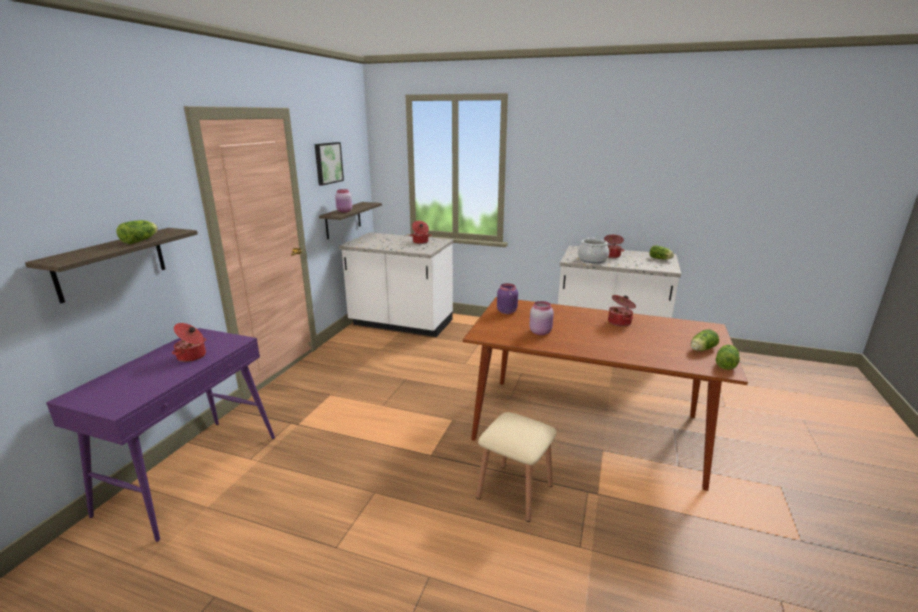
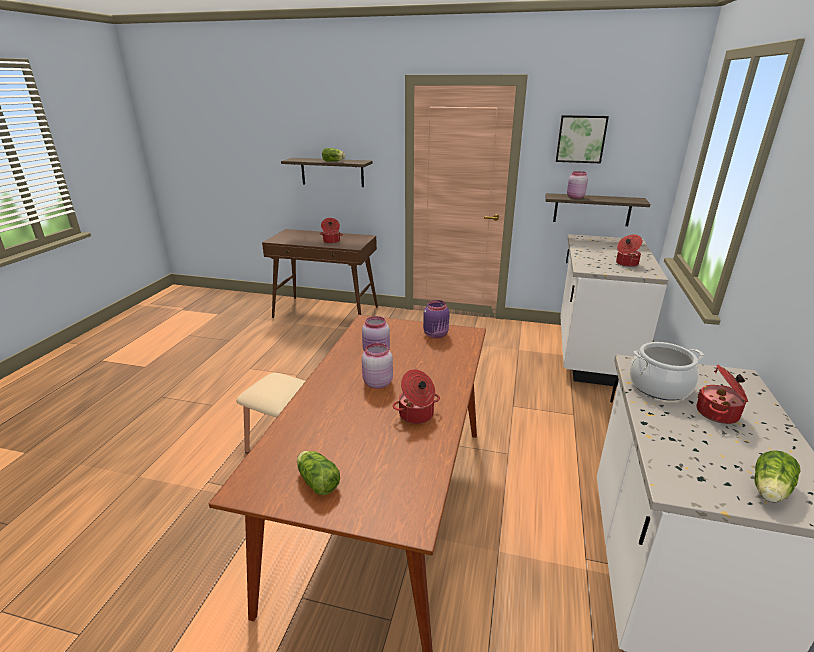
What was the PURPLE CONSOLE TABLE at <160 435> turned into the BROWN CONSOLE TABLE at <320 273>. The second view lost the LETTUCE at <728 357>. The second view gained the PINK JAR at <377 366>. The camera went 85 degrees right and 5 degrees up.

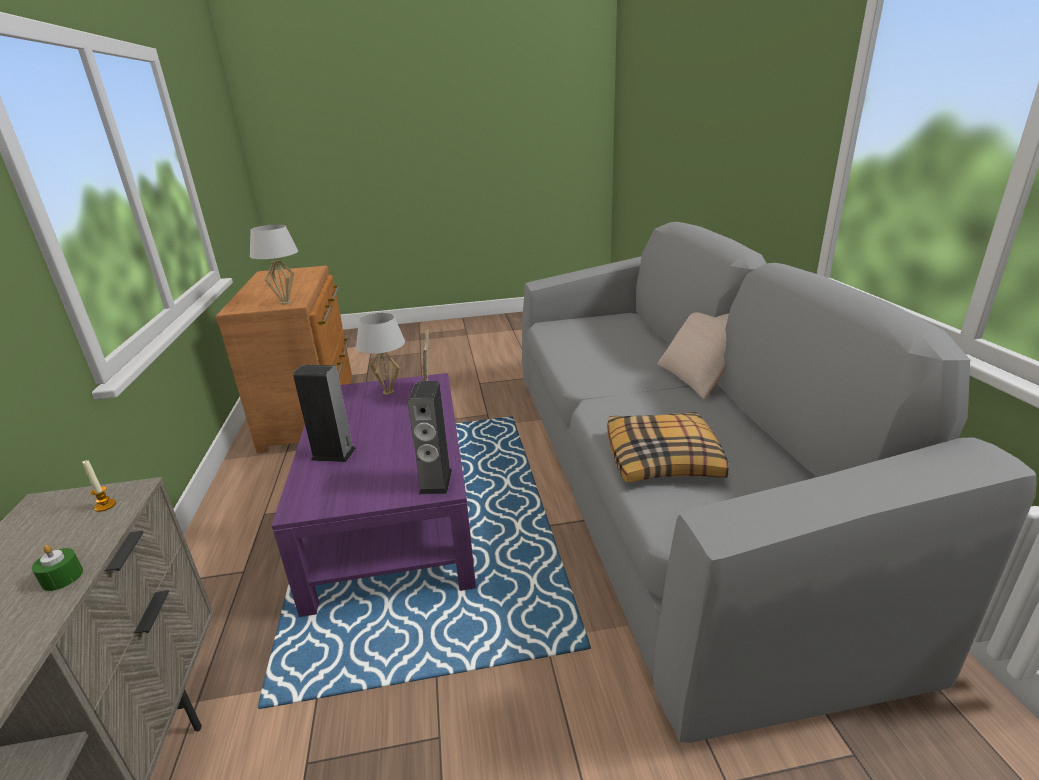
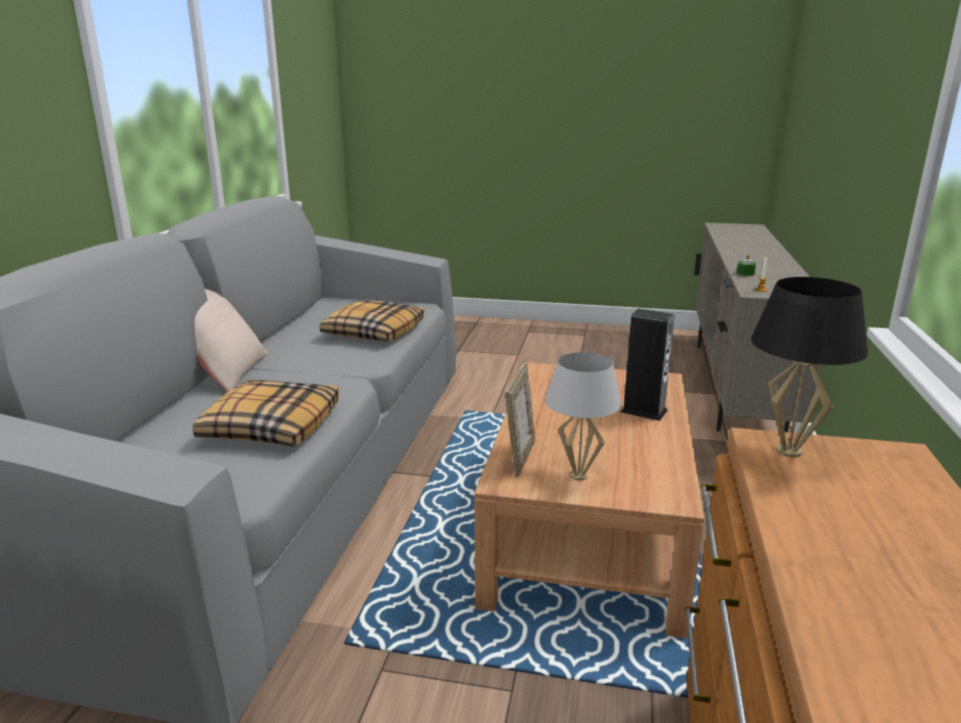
What was the WHITE TABLE LAMP at <274 264> turned into the BLACK TABLE LAMP at <809 367>. What was the PURPLE COFFEE TABLE at <374 495> turned into the BROWN COFFEE TABLE at <589 500>. The second view lost the SPEAKER at <430 438>. The second view gained the PILLOW at <266 412>. The camera went 160 degrees left and 5 degrees down.

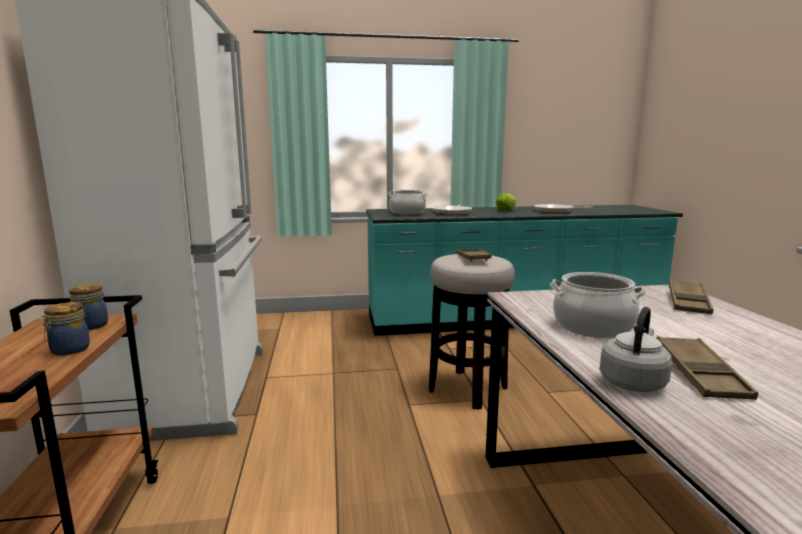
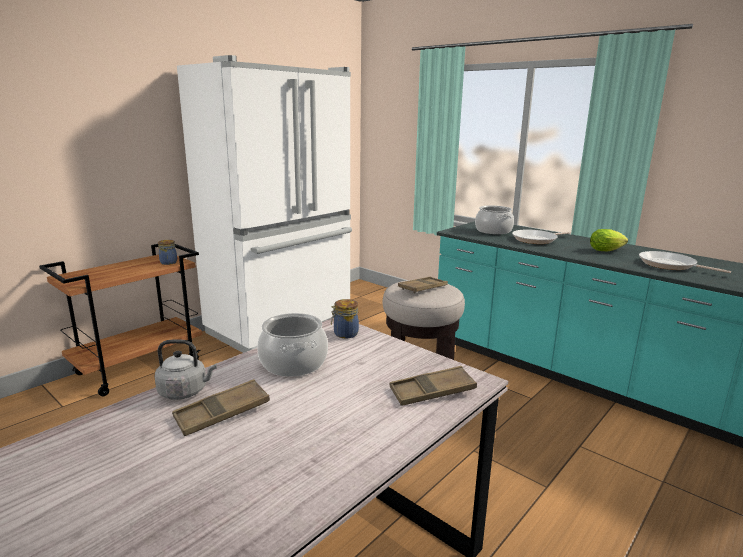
The JAR ended up elsewhere, having gone from <65 329> to <345 319>. The camera went 50 degrees right and 5 degrees up.

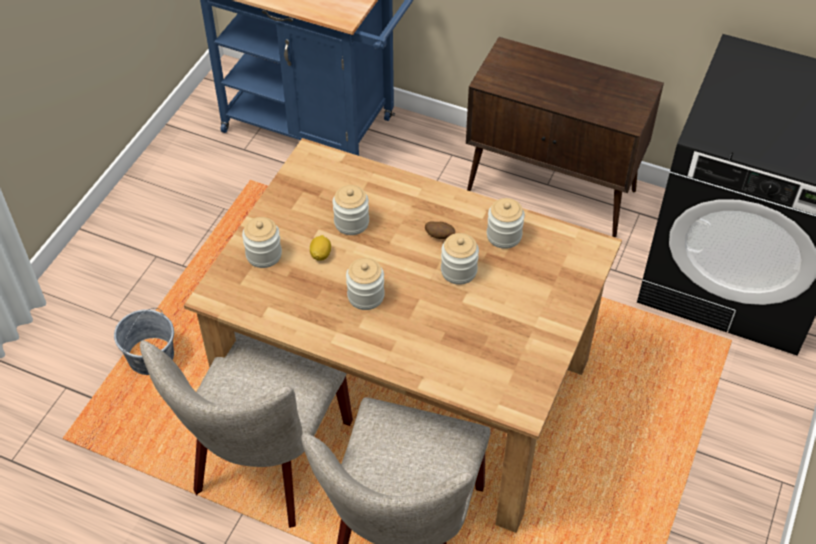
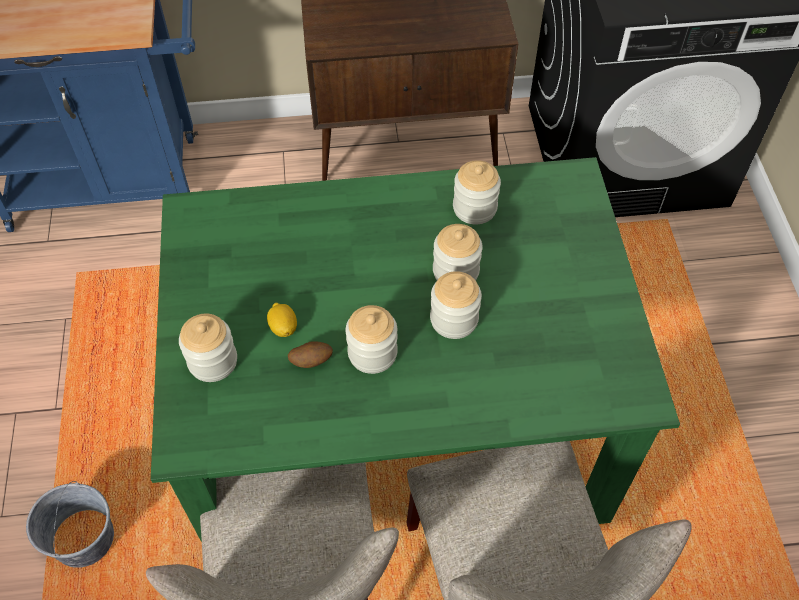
What was the BROWN DINING TABLE at <403 335> turned into the GREEN DINING TABLE at <415 349>. The JAR ended up elsewhere, having gone from <350 210> to <456 305>. The POTATO ended up elsewhere, having gone from <440 230> to <310 354>. The camera went 30 degrees left and 5 degrees up.

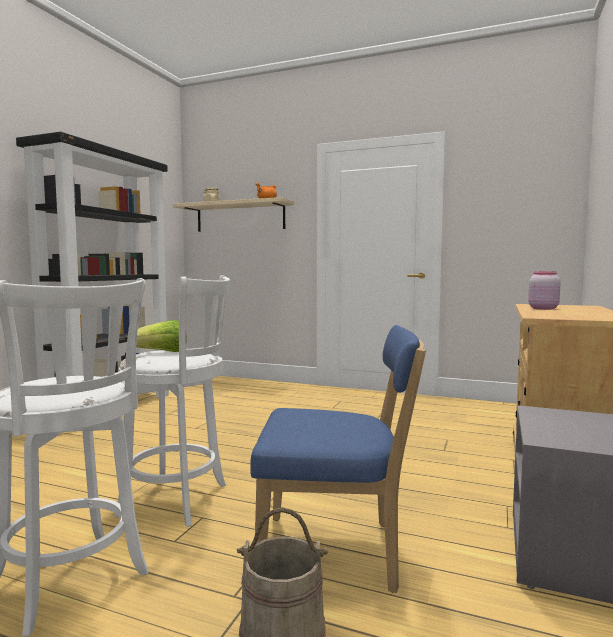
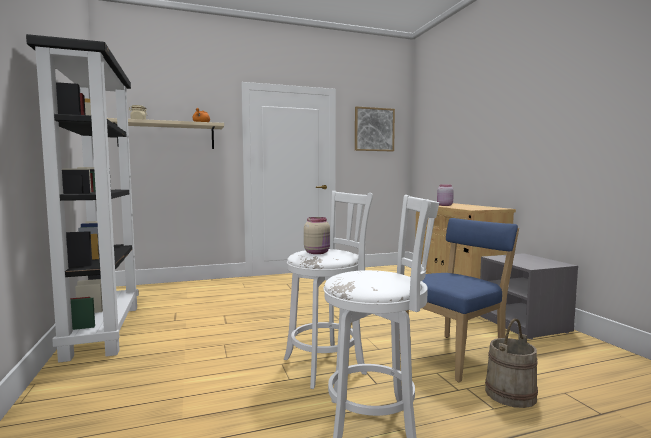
Where the LETTUCE stood at <161 336>, the BEIGE JAR came to stand at <317 235>. The second view gained the PICTURE at <375 129>. The camera went 40 degrees left and 0 degrees up.

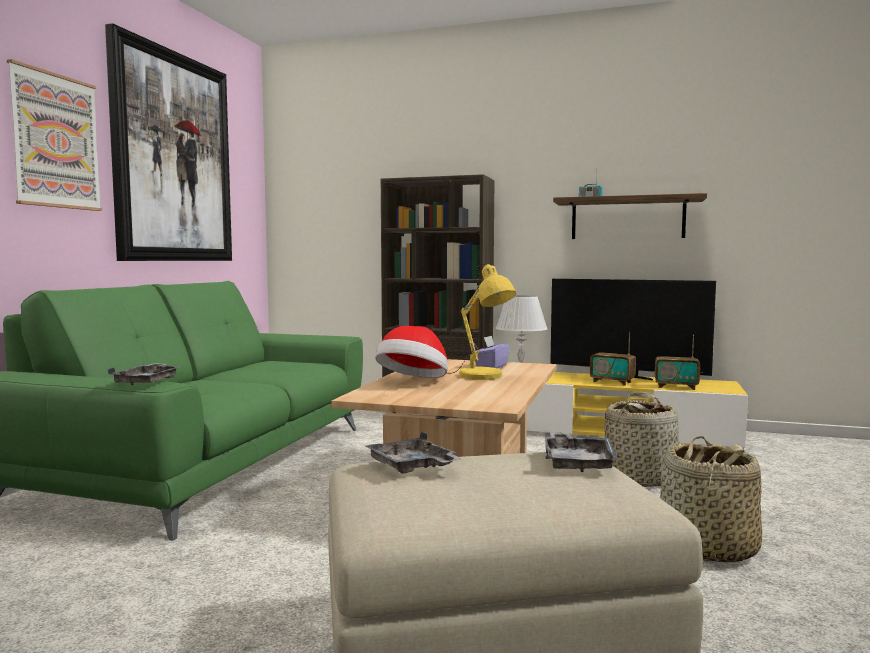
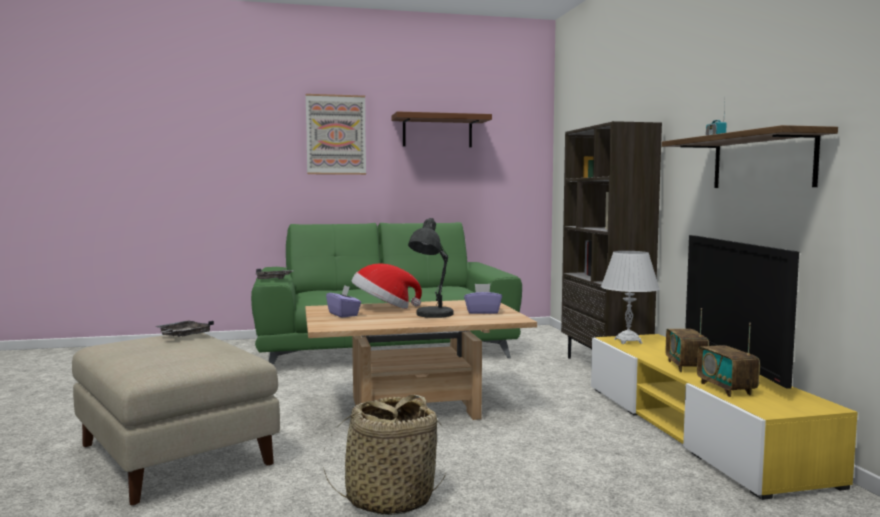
Where the PICTURE hung at <168 142>, the BROWN SHELF came to hang at <442 129>. What was the YELLOW TABLE LAMP at <482 322> turned into the GREY TABLE LAMP at <431 268>. The second view lost the GREY TRAY at <581 452>. The second view lost the BASKET at <642 439>. The second view gained the PURPLE TISSUE BOX at <343 301>. The camera went 60 degrees right and 0 degrees up.

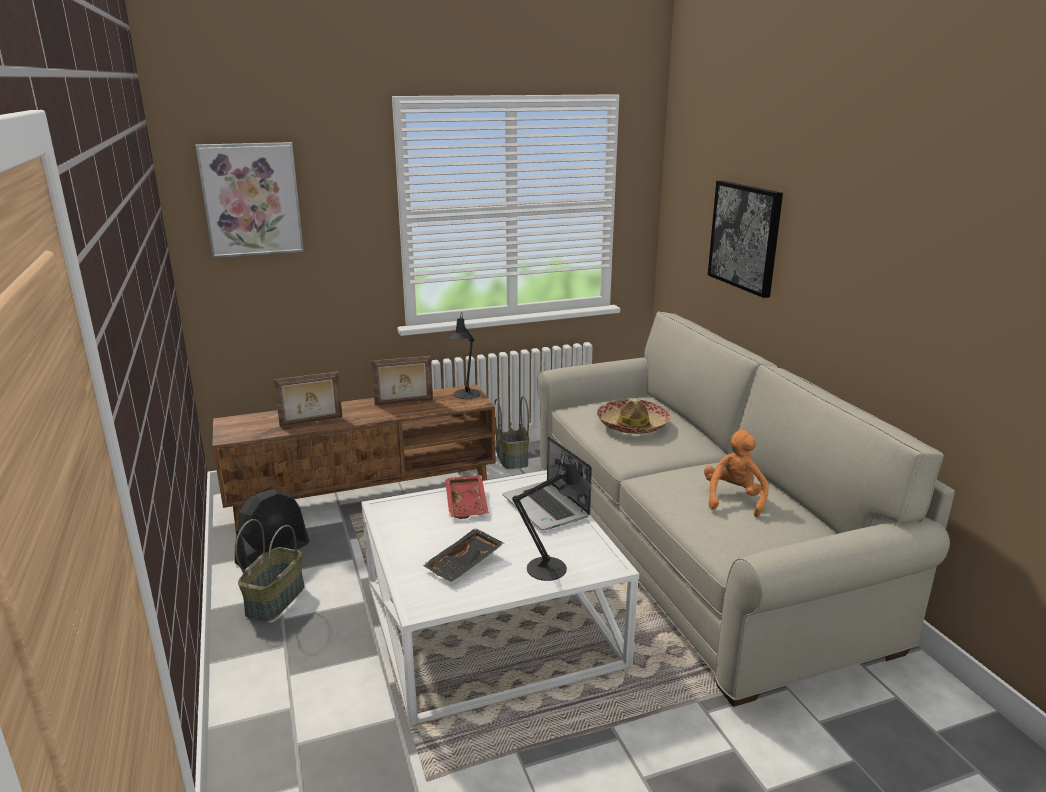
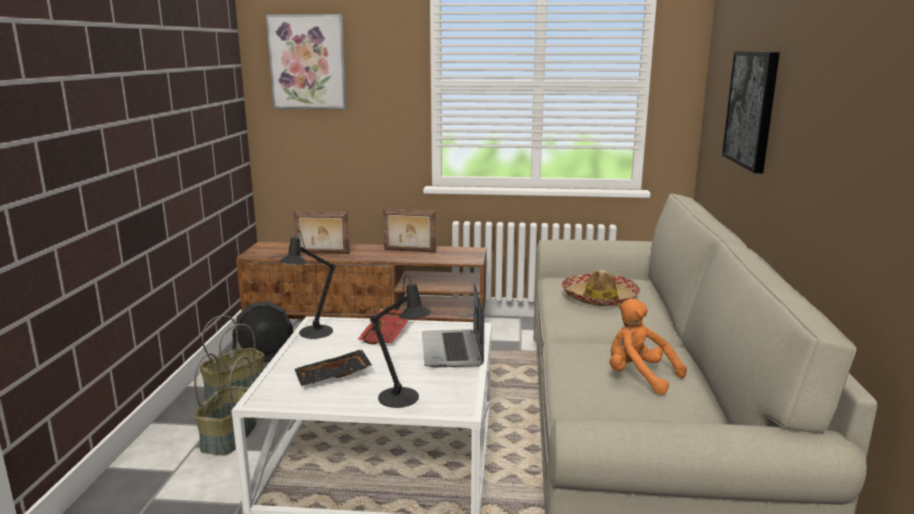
The BLACK TABLE LAMP ended up elsewhere, having gone from <465 355> to <308 284>. The BASKET ended up elsewhere, having gone from <511 432> to <225 404>. The ORANGE PLUSH TOY at <736 473> ended up facing another way, 90 degrees counterclockwise from before. The camera went 25 degrees right and 5 degrees down.

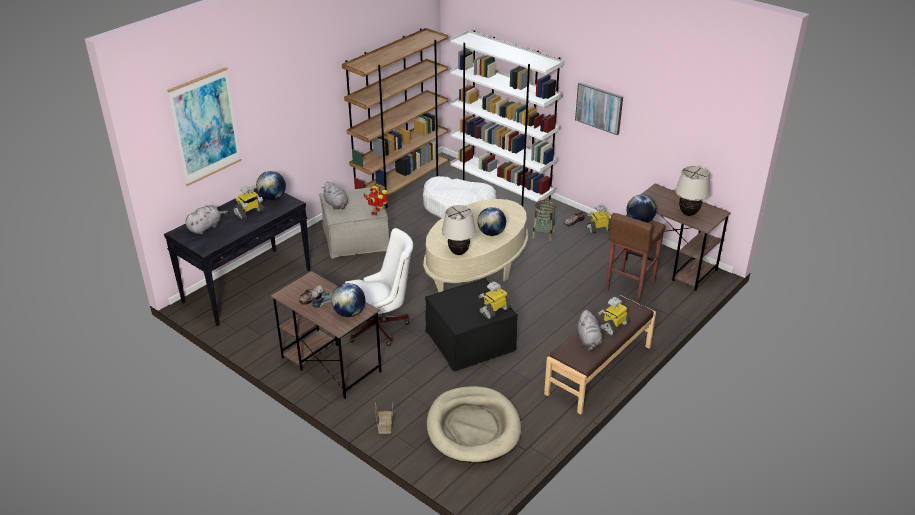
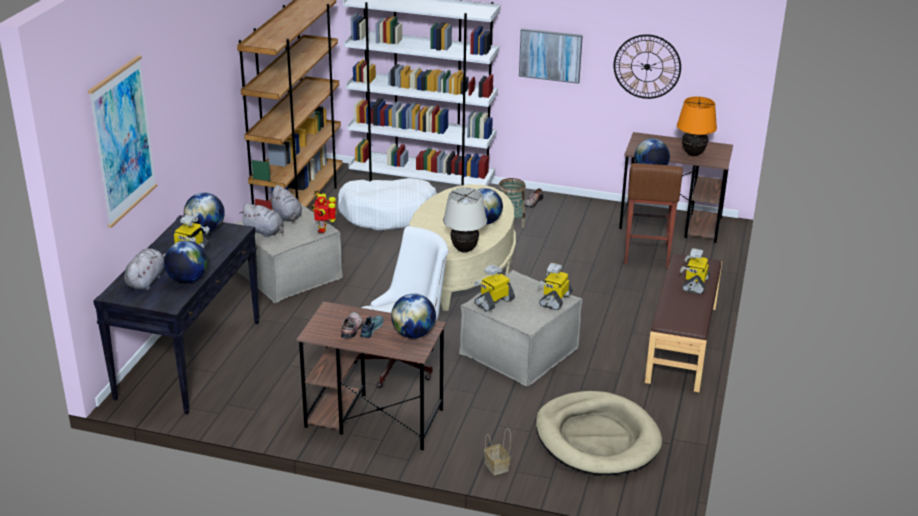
What was the BLACK OTTOMAN at <471 324> turned into the BEIGE OTTOMAN at <521 328>. The GREY PLUSH TOY ended up elsewhere, having gone from <590 330> to <285 203>. The TOY ROBOT ended up elsewhere, having gone from <598 219> to <494 287>. What was the BEIGE TABLE LAMP at <692 191> turned into the ORANGE TABLE LAMP at <697 126>. The second view gained the GLOBE at <186 261>. The second view gained the WALL CLOCK at <647 66>. The camera went 25 degrees left and 5 degrees down.

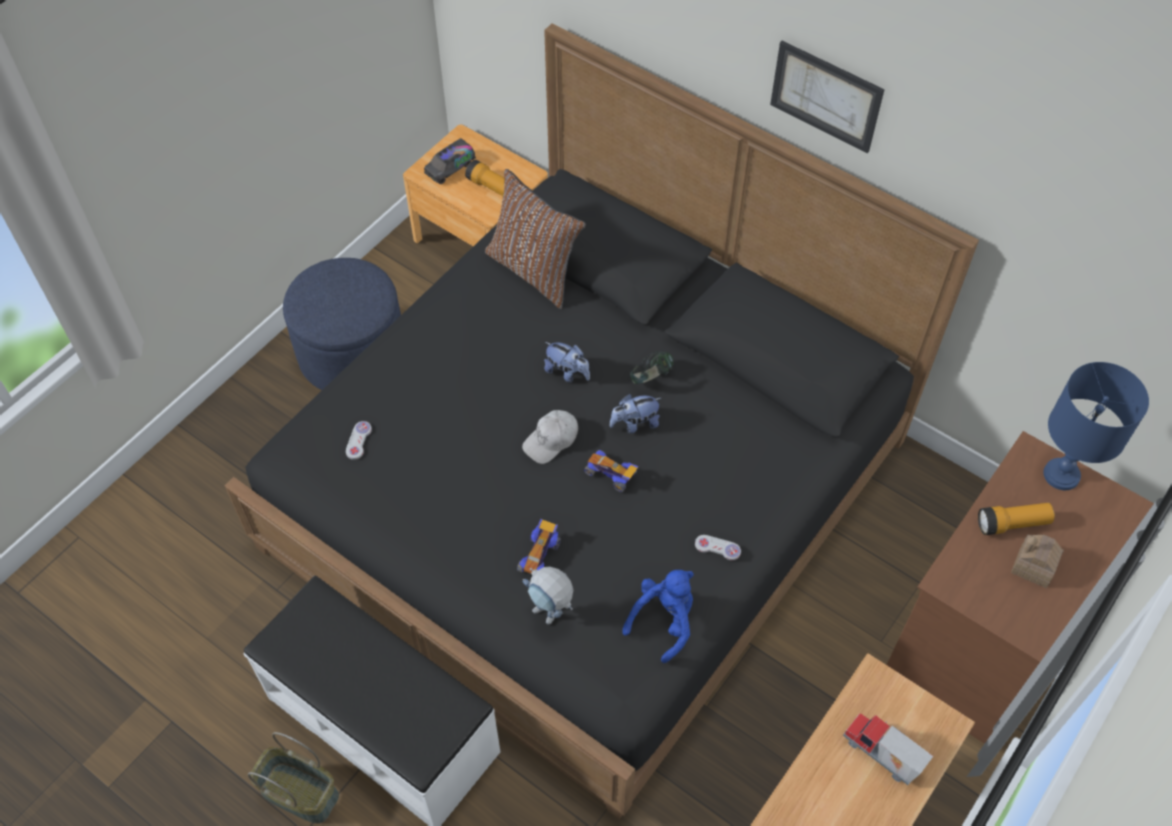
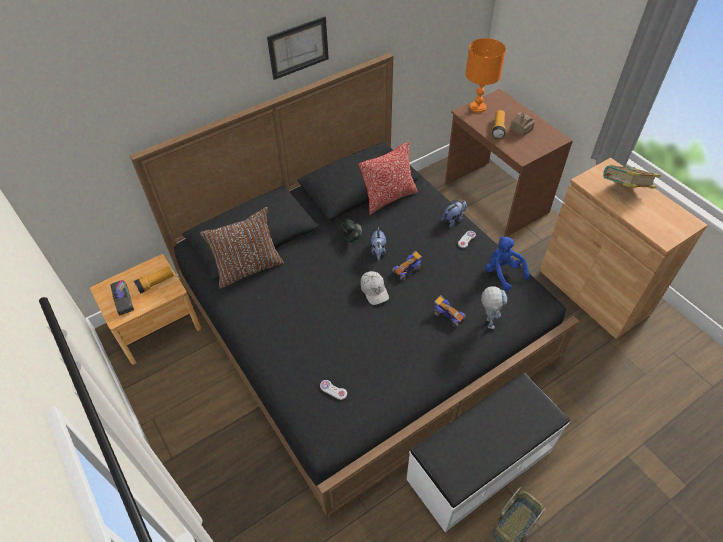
The second view lost the BLUE OTTOMAN at <342 324>. The TOY ROBOT at <548 595> ended up facing another way, 60 degrees counterclockwise from before. The PLUSH TOY ended up elsewhere, having gone from <567 362> to <454 214>. Where the TOY TRUCK stood at <888 749>, the BOOK came to stand at <632 177>. What was the BLUE TABLE LAMP at <1096 426> turned into the ORANGE TABLE LAMP at <485 75>. The second view gained the PILLOW at <388 178>. The camera went 70 degrees left and 5 degrees down.

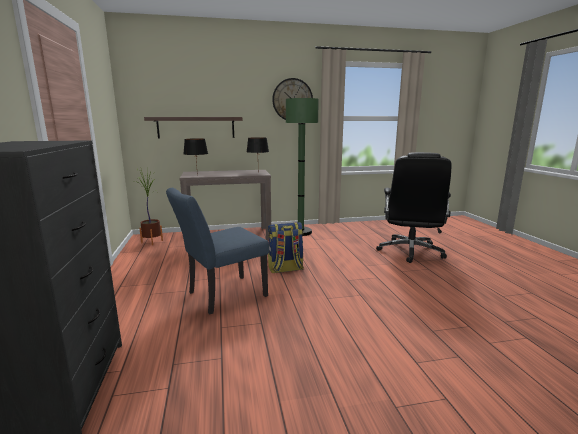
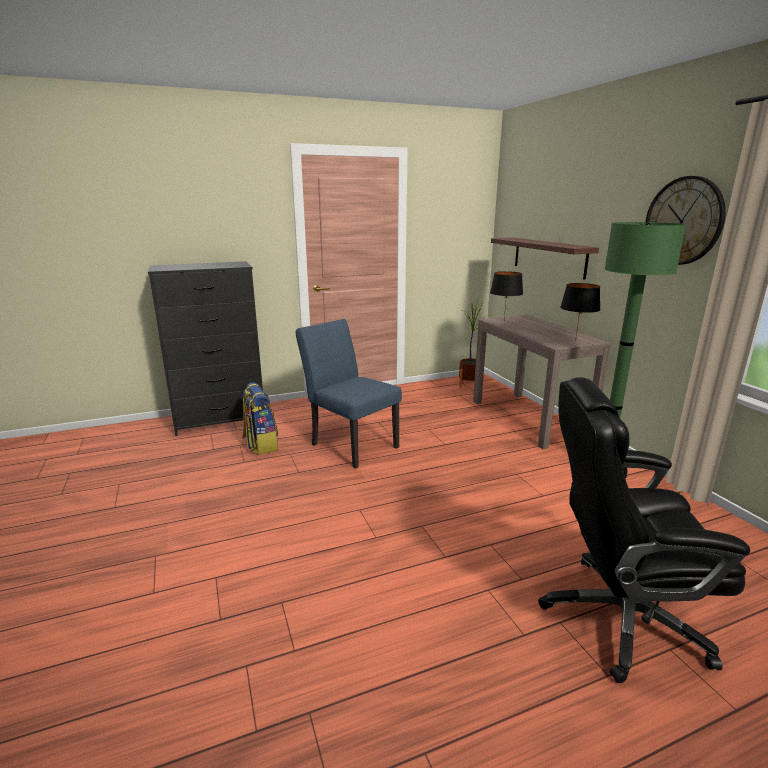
The BACKPACK ended up elsewhere, having gone from <286 247> to <260 418>. The camera went 80 degrees right and 5 degrees up.

